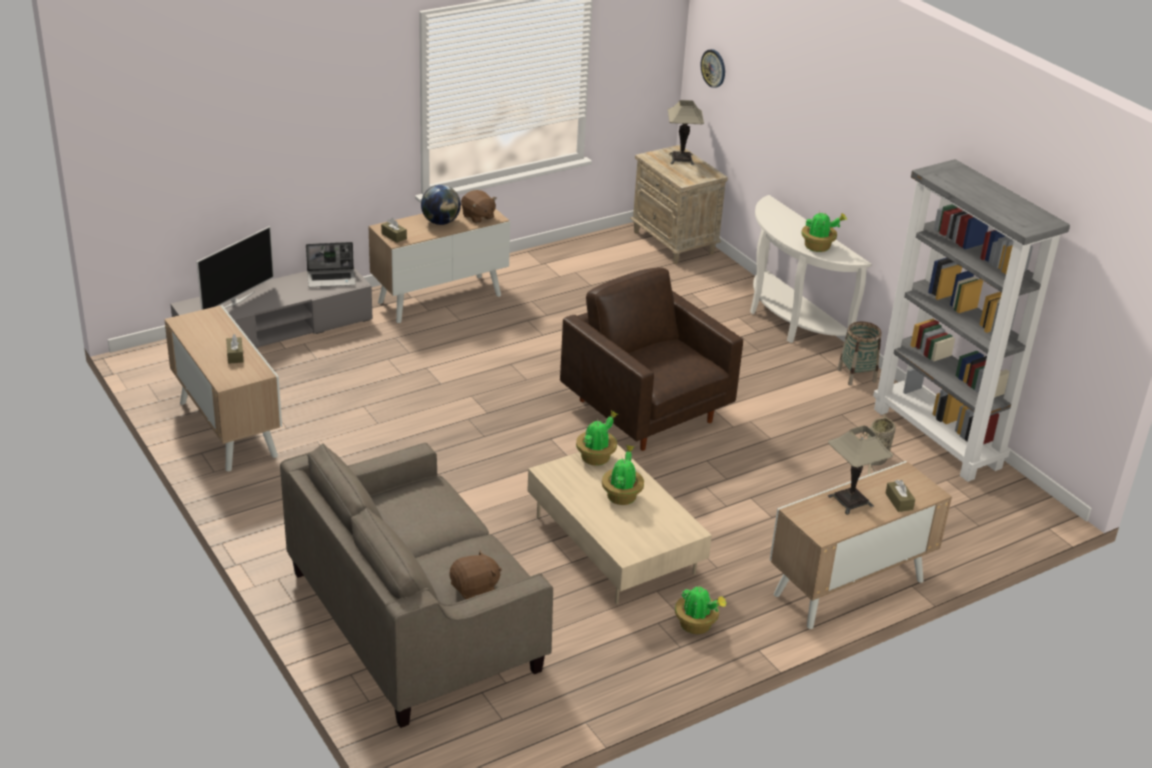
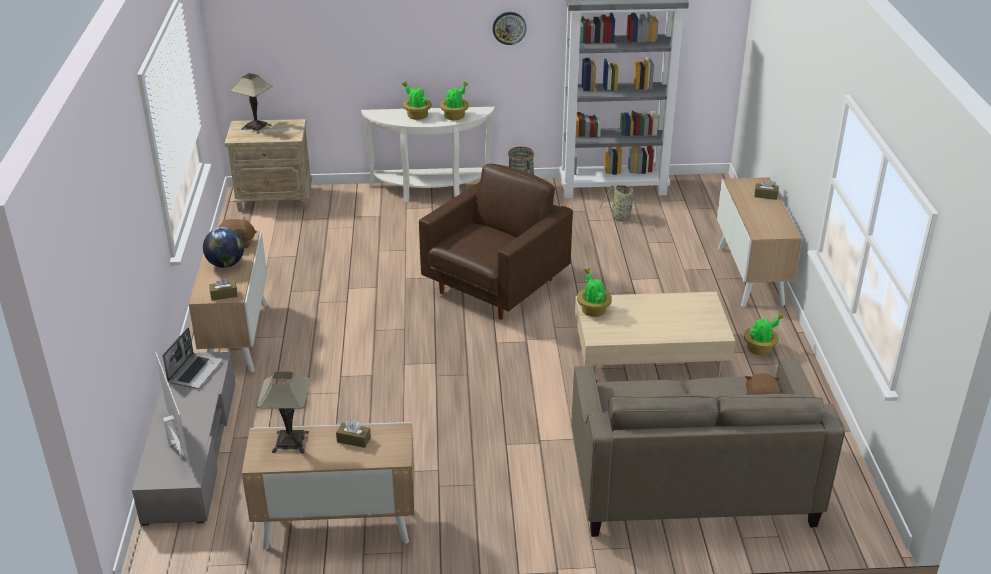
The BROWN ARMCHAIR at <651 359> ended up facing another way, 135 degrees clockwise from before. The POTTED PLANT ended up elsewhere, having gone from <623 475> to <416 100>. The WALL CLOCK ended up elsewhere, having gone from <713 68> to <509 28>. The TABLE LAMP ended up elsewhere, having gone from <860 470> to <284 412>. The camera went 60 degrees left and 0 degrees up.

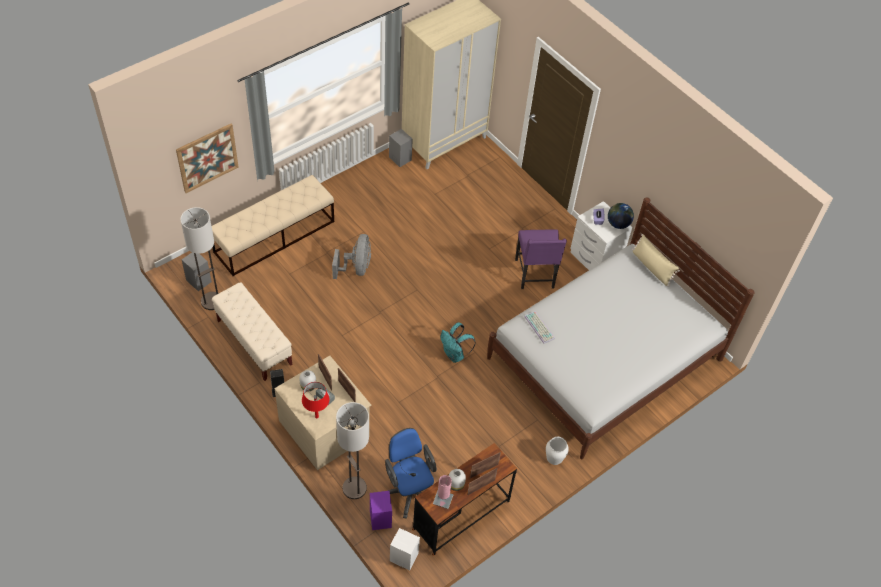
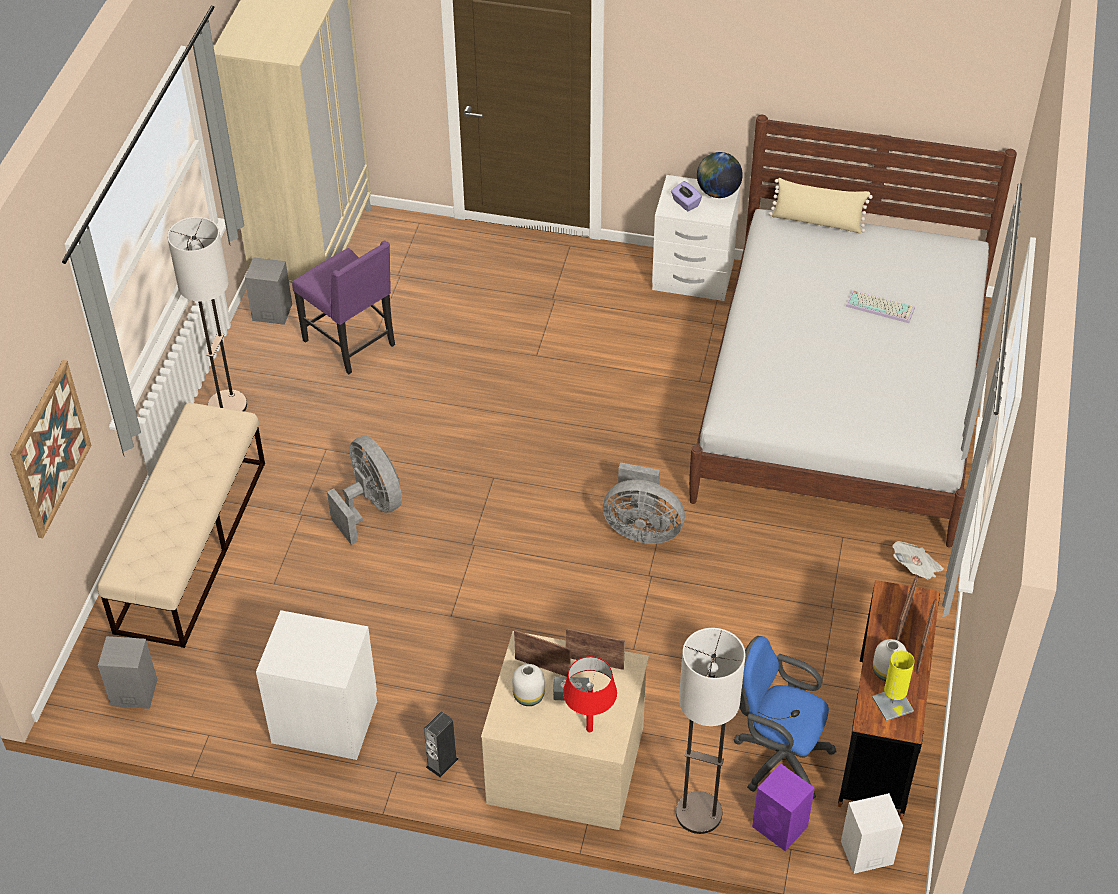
The FLOOR LAMP ended up elsewhere, having gone from <199 258> to <207 314>. Where the BEIGE BENCH stood at <252 331>, the WHITE NIGHTSTAND came to stand at <316 685>. What was the PINK TABLE LAMP at <443 492> turned into the YELLOW TABLE LAMP at <893 685>. Where the TURQUOISE BACKPACK stood at <458 342>, the GREY FAN came to stand at <644 503>. The PURPLE CHAIR ended up elsewhere, having gone from <541 259> to <343 307>. The KEYBOARD ended up elsewhere, having gone from <539 327> to <880 306>. Where the WHITE VASE stood at <557 451>, the NEWSPAPER came to stand at <918 560>. The camera went 35 degrees left and 5 degrees down.

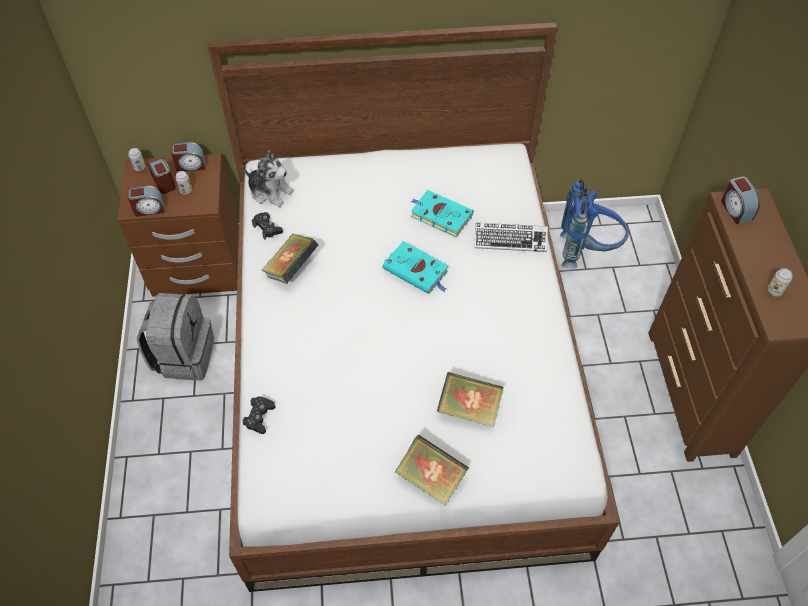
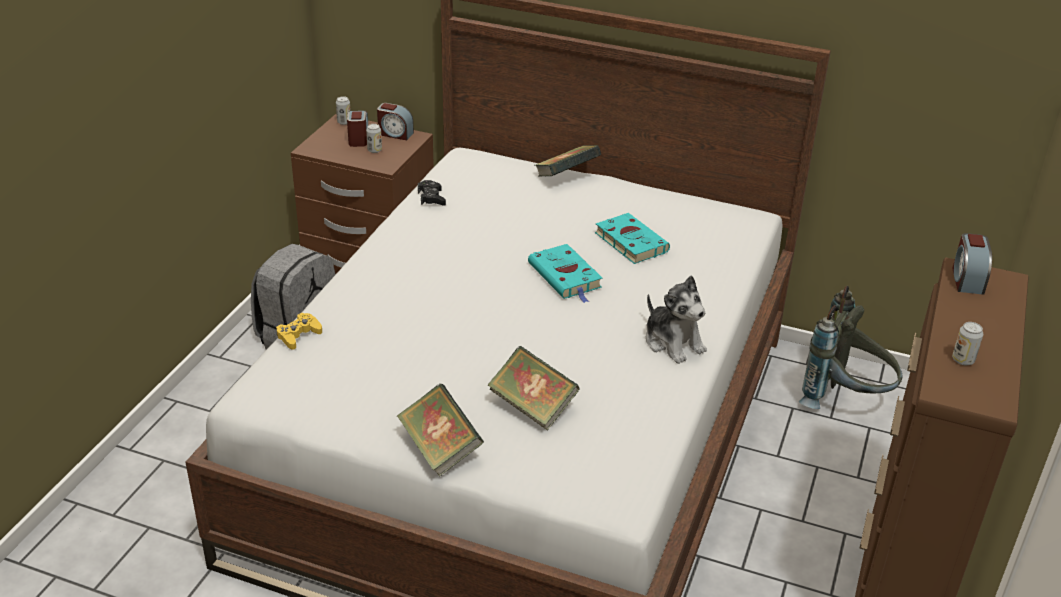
The second view lost the ALARM CLOCK at <146 201>. The PLUSH TOY ended up elsewhere, having gone from <268 178> to <676 319>. What was the BLACK GAME CONTROLLER at <259 415> turned into the YELLOW GAME CONTROLLER at <299 331>. The BOOK ended up elsewhere, having gone from <290 258> to <567 161>. The second view lost the KEYBOARD at <511 237>. What was the BLUE BACKPACK at <594 224> turned into the GREY BACKPACK at <851 347>. The camera went 25 degrees right and 20 degrees down.

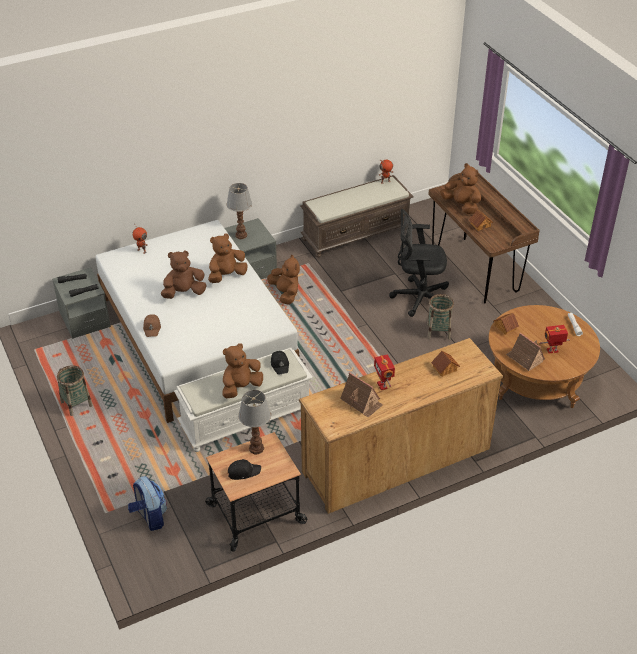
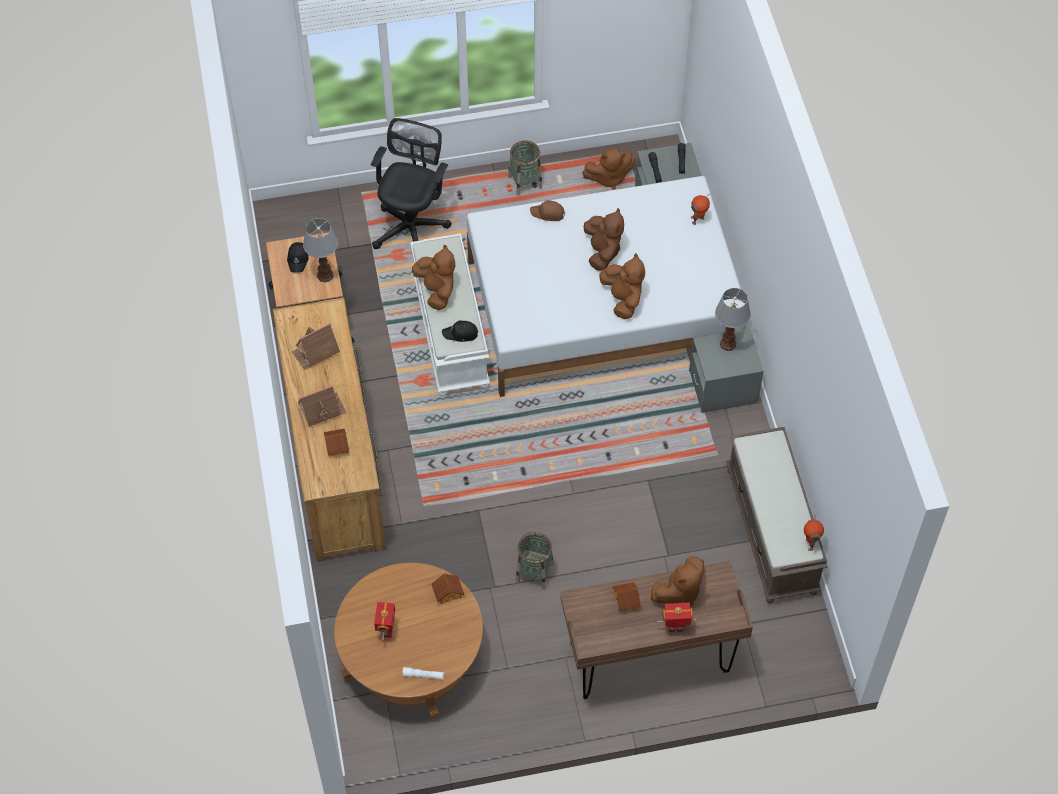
The second view lost the BACKPACK at <147 503>. The BROWN PLUSH TOY ended up elsewhere, having gone from <283 279> to <609 169>. The TOY ROBOT ended up elsewhere, having gone from <384 372> to <676 617>. The BLACK OFFICE CHAIR ended up elsewhere, having gone from <419 263> to <411 183>. The TOY HOUSE ended up elsewhere, having gone from <525 352> to <322 406>. The camera went 105 degrees right and 15 degrees up.

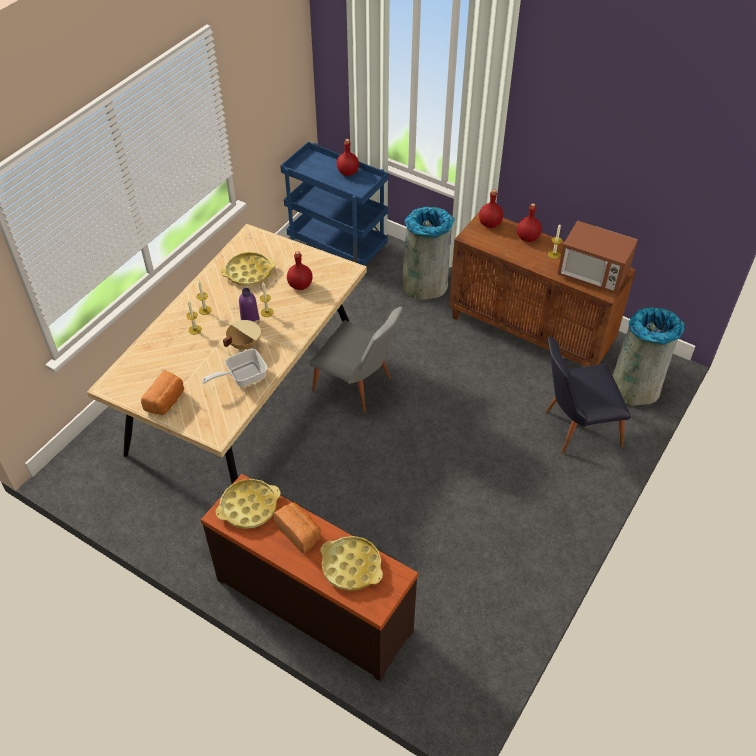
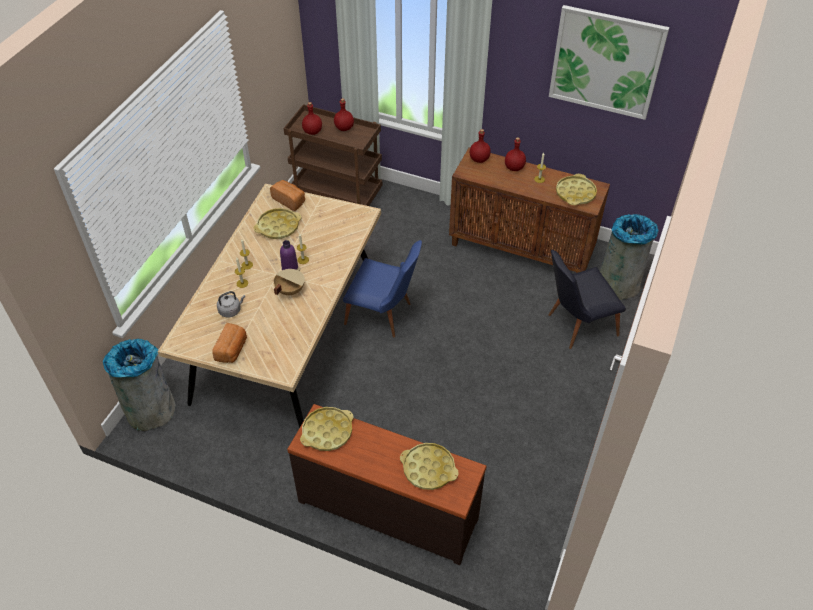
The second view lost the FRYING PAN at <234 368>. The BREAD ended up elsewhere, having gone from <297 528> to <287 195>. What was the BLUE CART at <334 204> turned into the BROWN CART at <333 155>. The RED BOTTLE ended up elsewhere, having gone from <300 270> to <312 118>. What was the GREY CHAIR at <356 360> turned into the BLUE CHAIR at <382 288>. The GREY TRASH CAN ended up elsewhere, having gone from <429 253> to <139 385>. Where the MICROWAVE stood at <598 257>, the YELLOW TRAY came to stand at <576 189>. The second view gained the GREY KETTLE at <231 304>. The second view gained the PICTURE at <609 62>. The camera went 10 degrees left and 0 degrees up.

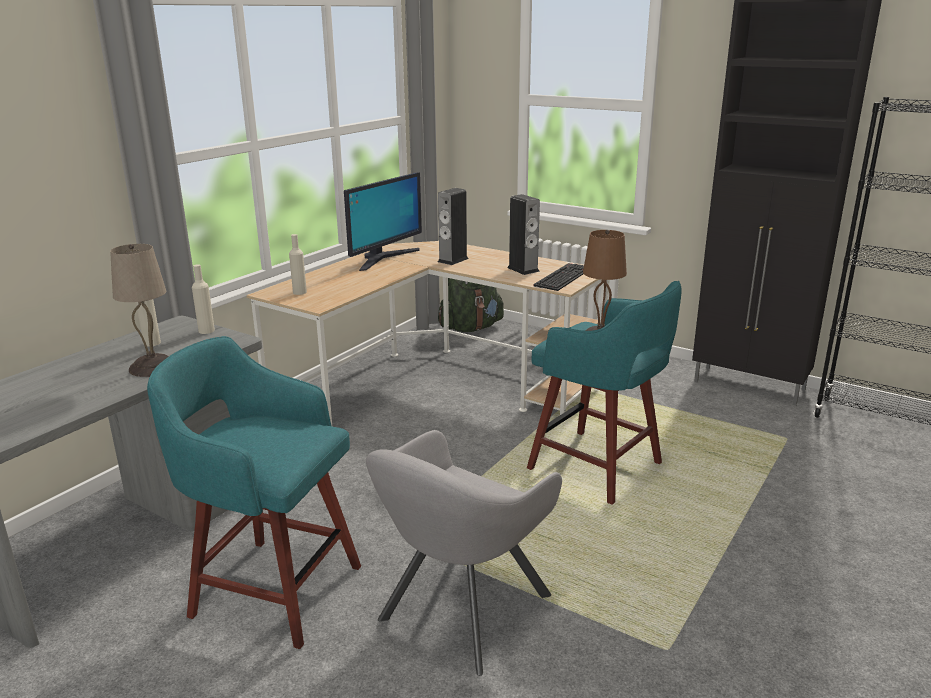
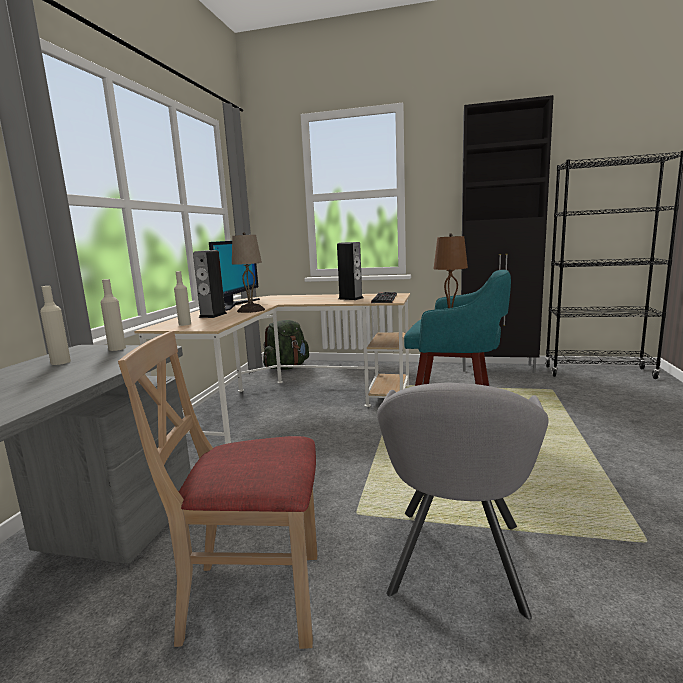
The BEIGE TABLE LAMP ended up elsewhere, having gone from <139 310> to <248 272>. Where the TURQUOISE STOOL stood at <254 492>, the BEIGE CHAIR came to stand at <217 490>. The SPEAKER ended up elsewhere, having gone from <453 226> to <210 284>. The camera went 20 degrees left and 10 degrees down.

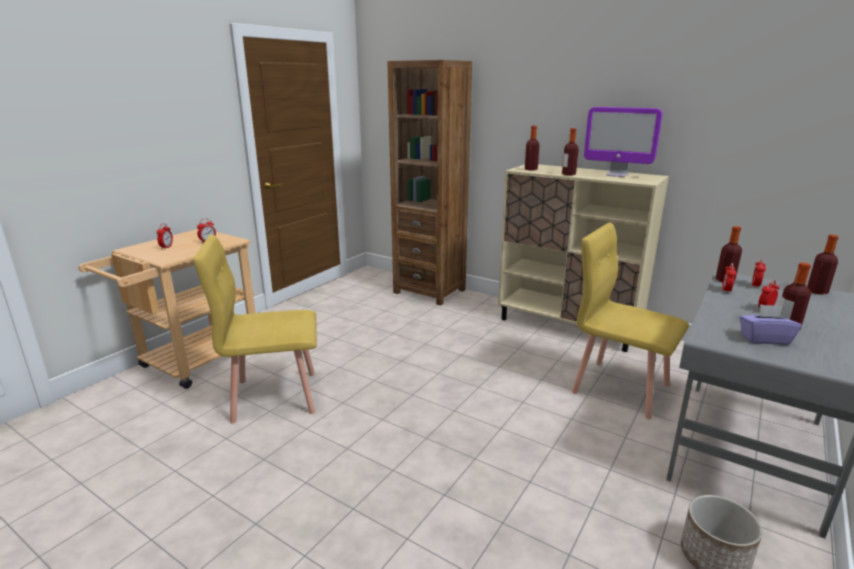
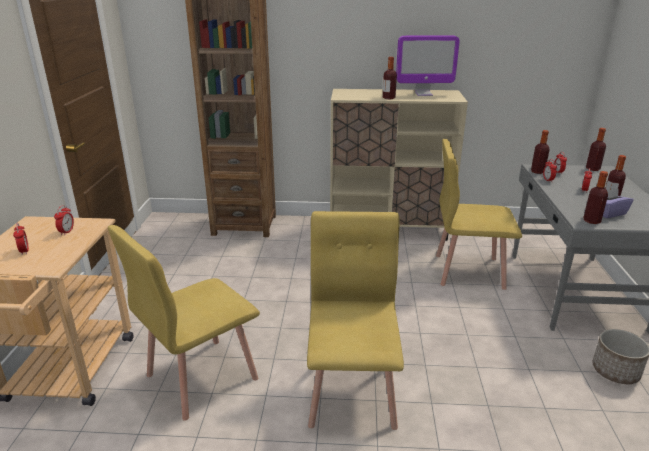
The BOTTLE ended up elsewhere, having gone from <532 148> to <595 197>. The second view gained the YELLOW CHAIR at <355 320>. The camera went 30 degrees left and 5 degrees up.

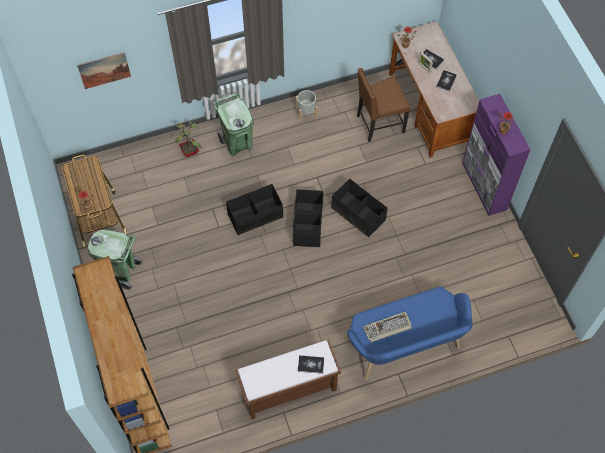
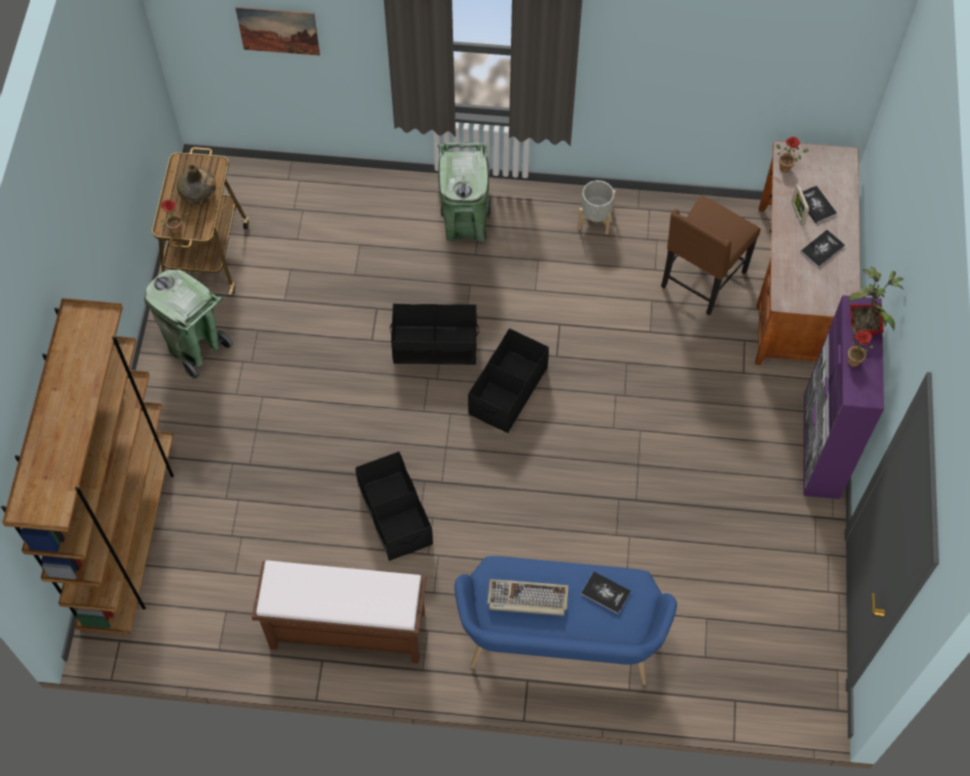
The POTTED PLANT ended up elsewhere, having gone from <188 139> to <876 300>. The BOOK ended up elsewhere, having gone from <311 365> to <606 593>. The BLACK STORAGE BOX ended up elsewhere, having gone from <360 208> to <394 506>. The BROWN CHAIR at <383 105> ended up facing another way, 60 degrees counterclockwise from before. The second view gained the GREEN BOTTLE at <196 184>. The camera went 25 degrees right and 0 degrees up.

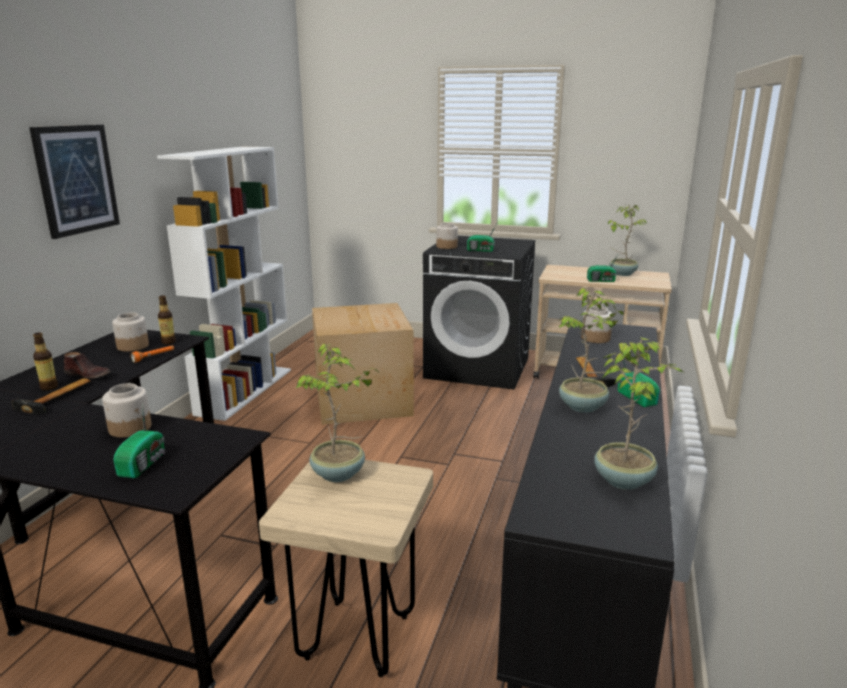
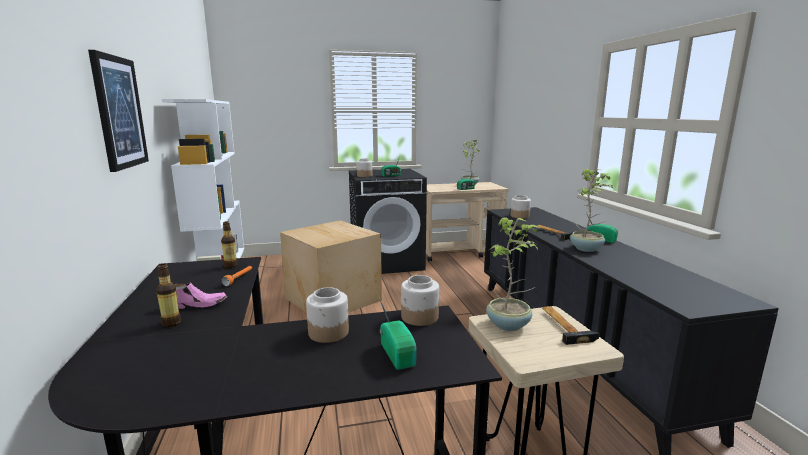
The HAMMER ended up elsewhere, having gone from <51 396> to <571 325>. What was the BROWN SHOE at <87 365> turned into the PINK SHOE at <201 295>. The JAR ended up elsewhere, having gone from <130 331> to <420 300>. The second view lost the POTTED PLANT at <638 413>. The camera went 30 degrees left and 5 degrees down.

